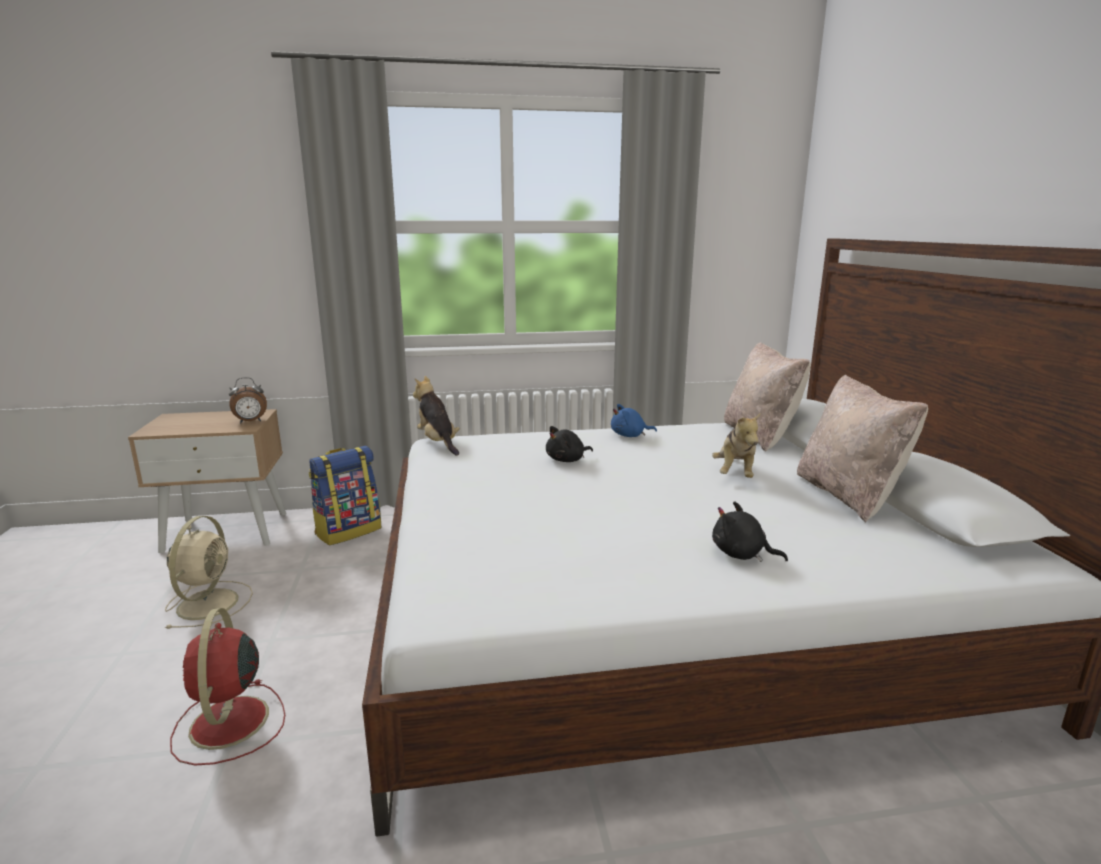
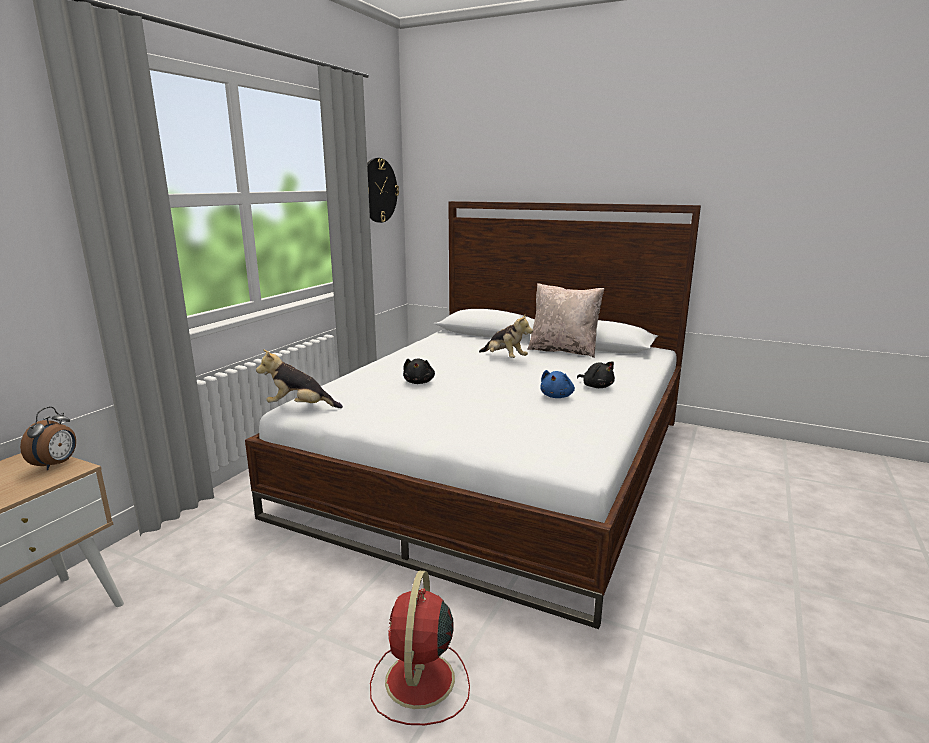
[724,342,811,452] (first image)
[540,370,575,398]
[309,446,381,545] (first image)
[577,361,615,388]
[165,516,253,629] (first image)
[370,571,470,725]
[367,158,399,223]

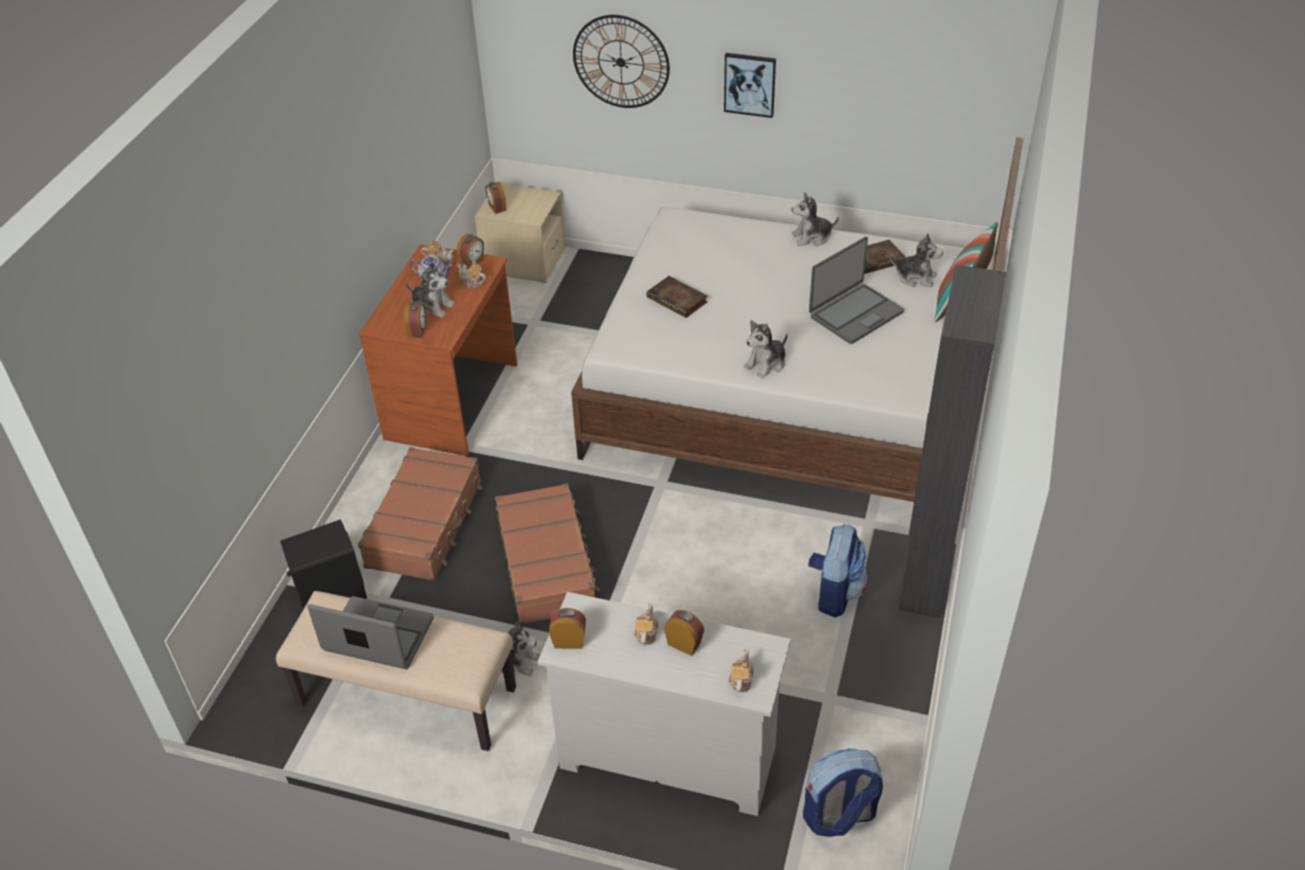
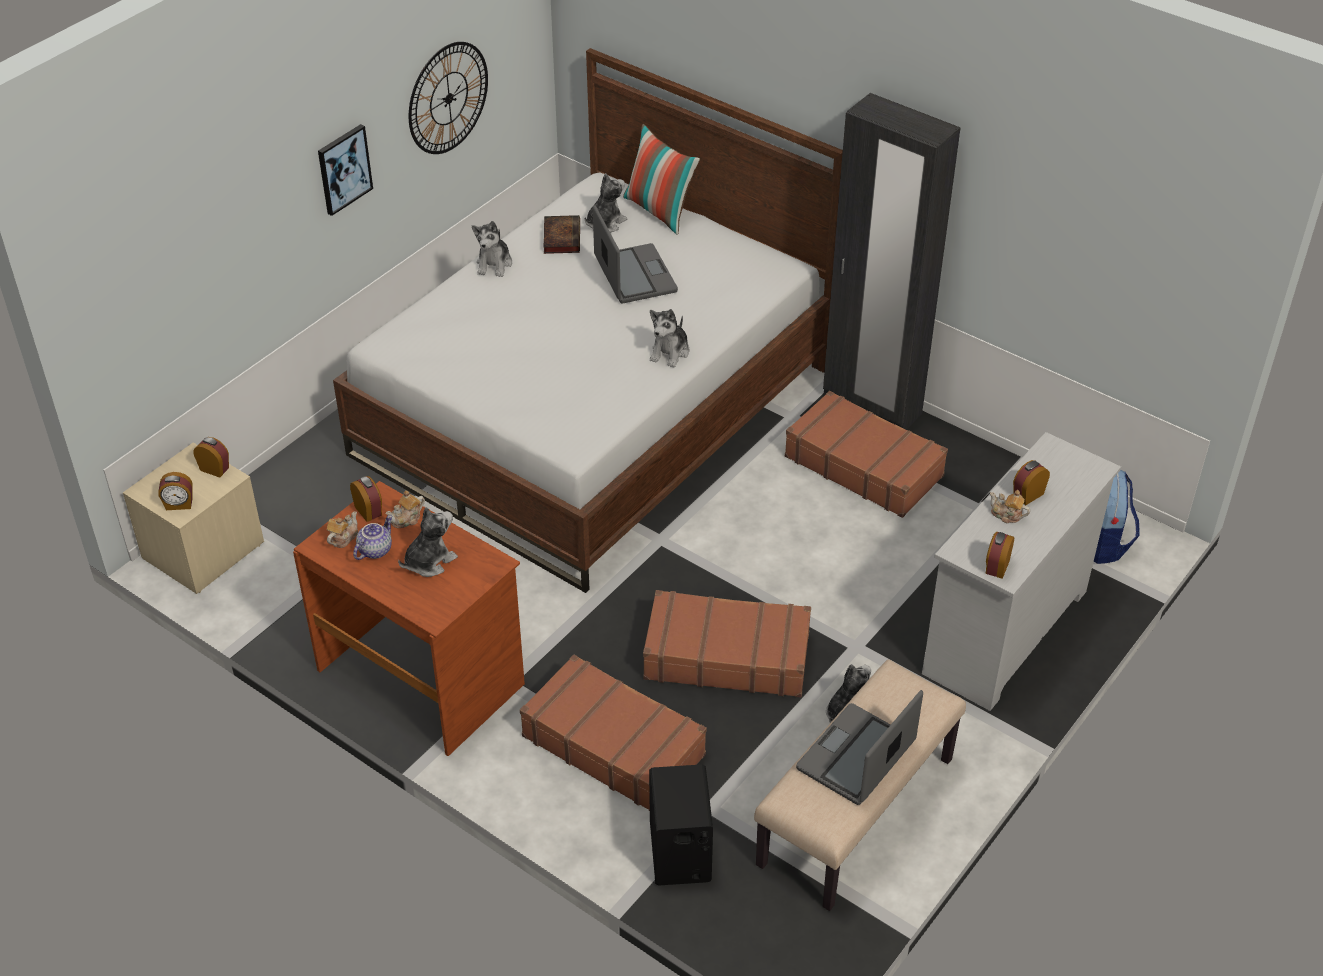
[409,42,488,154]
[647,276,708,318] (first image)
[193,437,229,478]
[650,309,689,368]
[785,391,948,518]
[728,649,754,692] (first image)

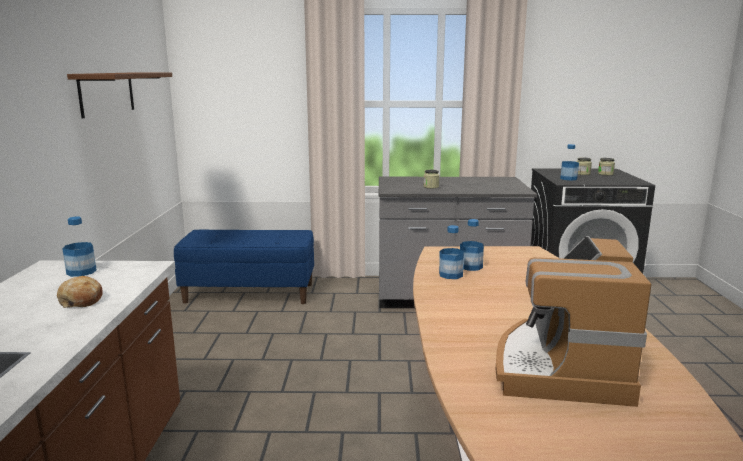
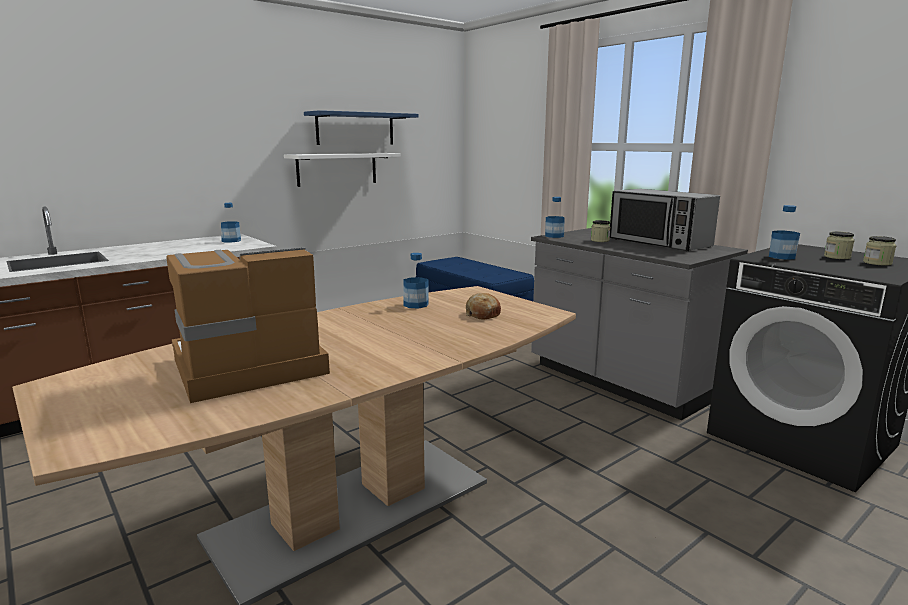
[304,110,419,145]
[545,197,565,238]
[466,293,501,319]
[284,153,401,187]
[610,189,720,251]

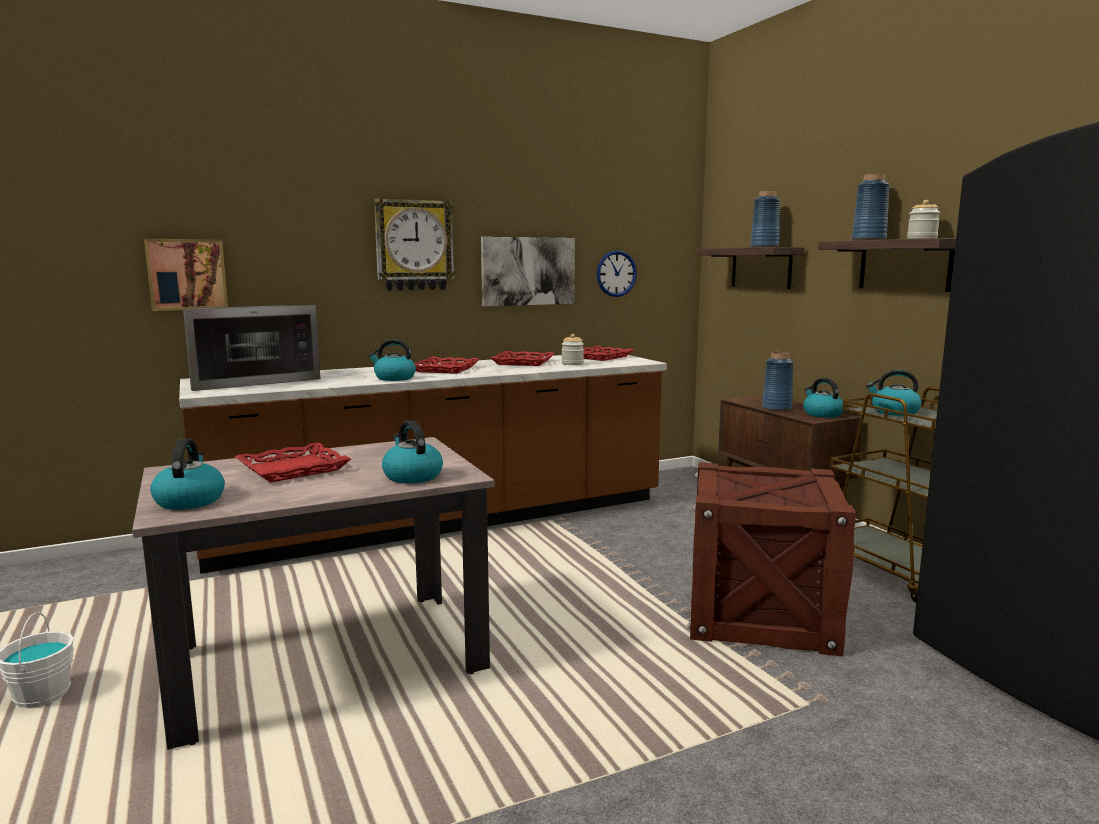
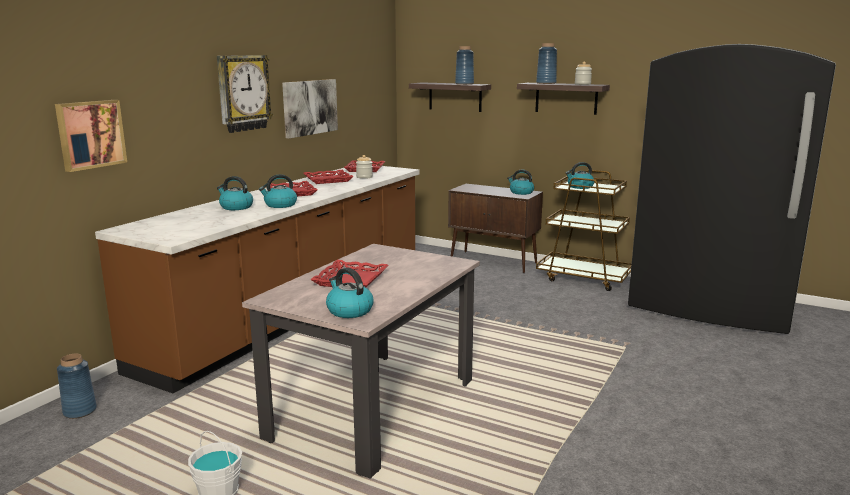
[596,250,637,297] (first image)
[183,305,320,391] (first image)
[57,354,97,419]
[217,176,253,210]
[687,462,856,656] (first image)

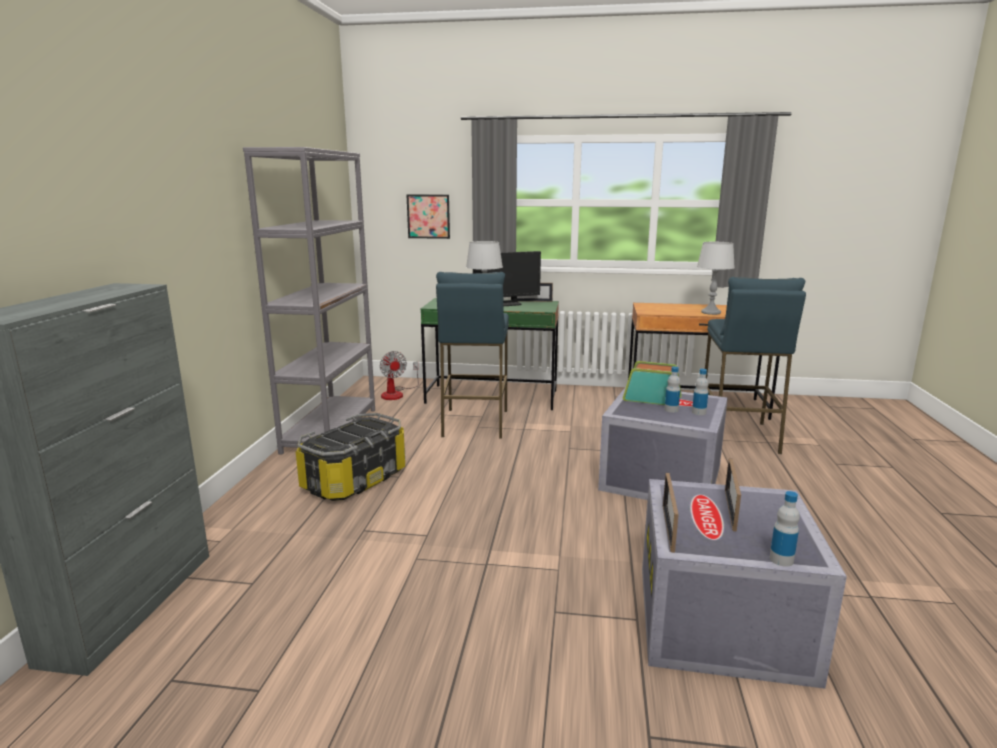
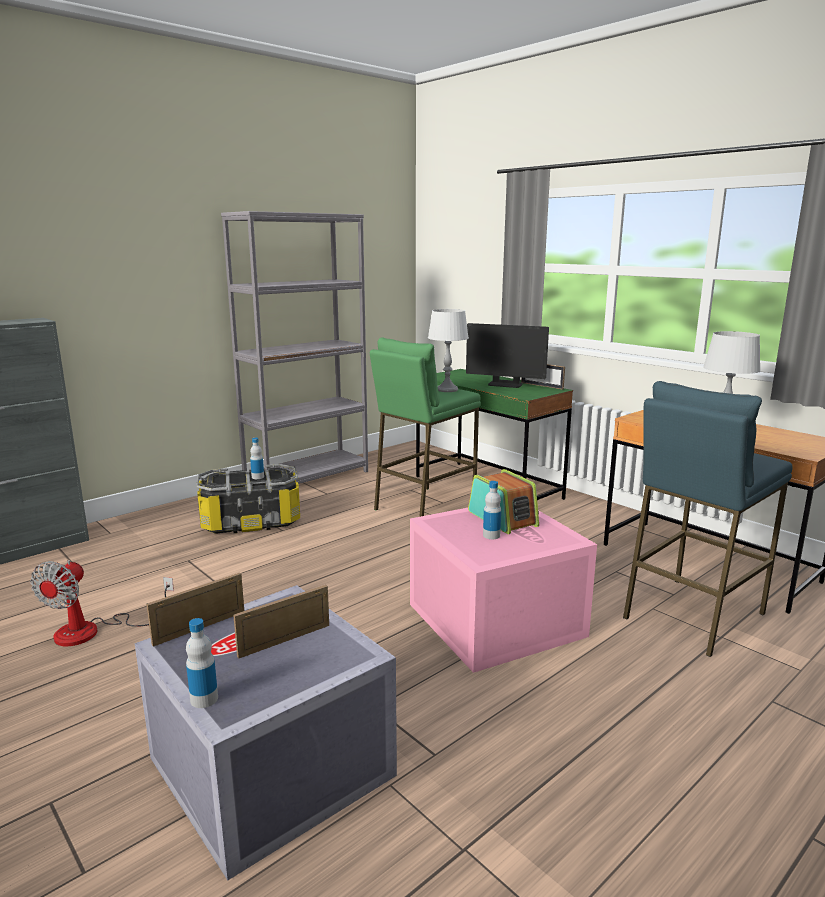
[407,195,450,239] (first image)
[370,337,481,517]
[30,560,174,646]
[250,438,264,479]
[410,508,597,673]

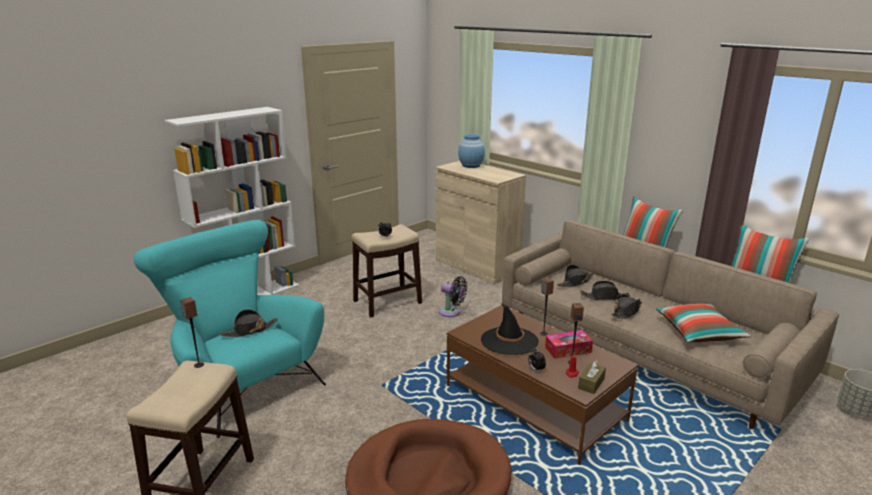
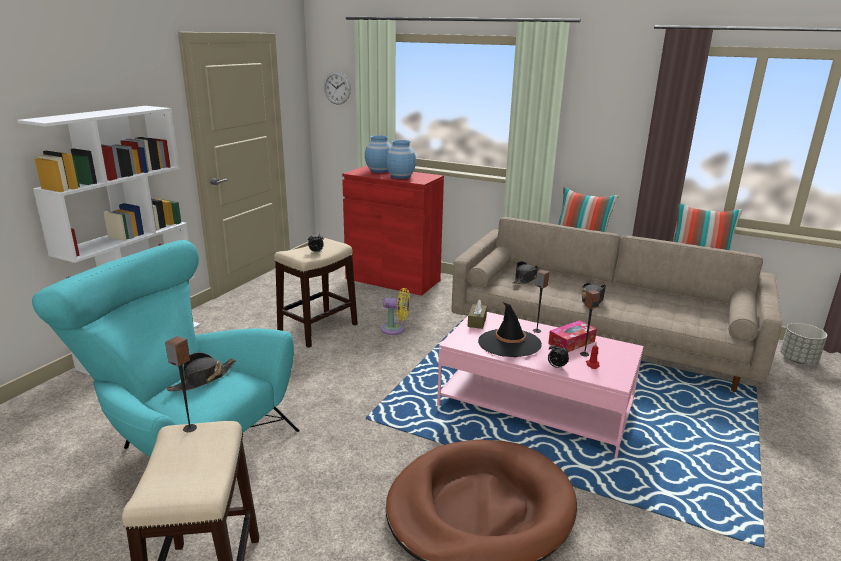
[342,166,444,296]
[381,288,410,335]
[580,281,630,300] (first image)
[656,304,751,342] (first image)
[437,312,644,458]
[468,300,487,329]
[324,71,351,105]
[386,140,416,179]

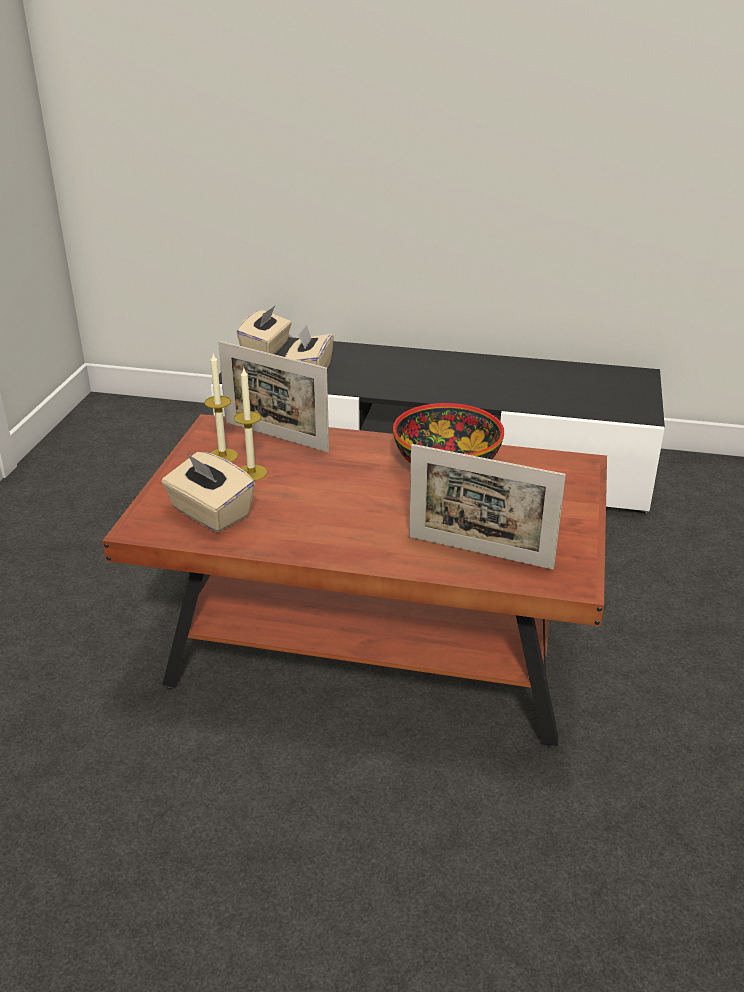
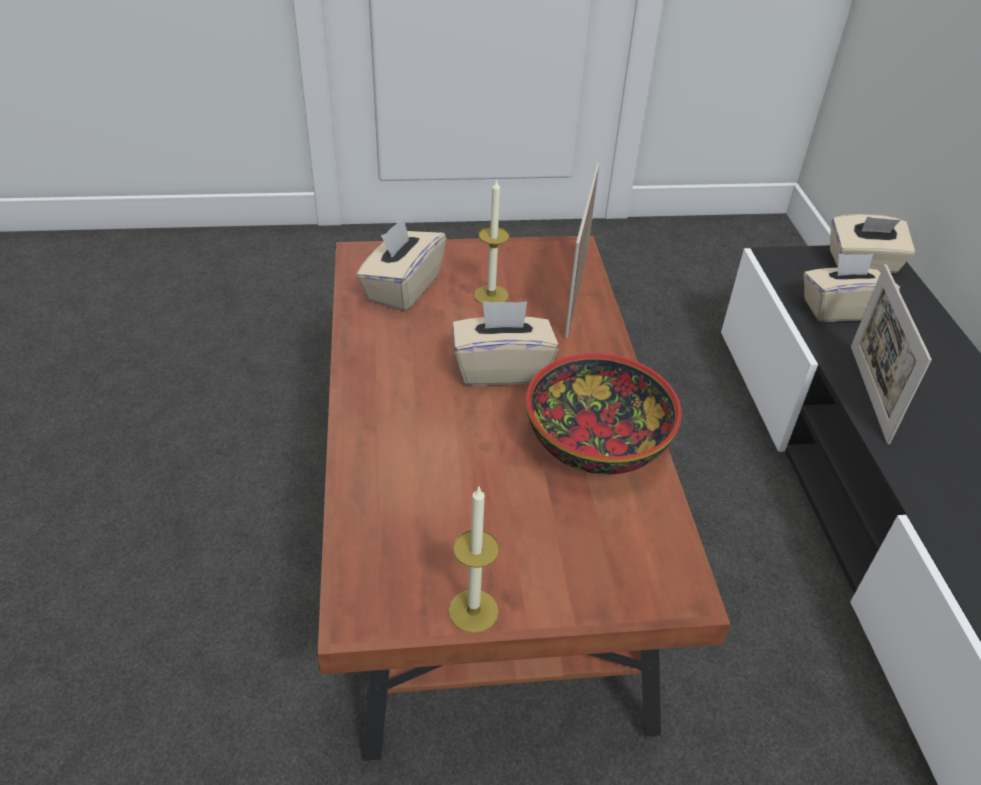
[448,487,500,633]
[851,264,932,444]
[452,301,559,386]

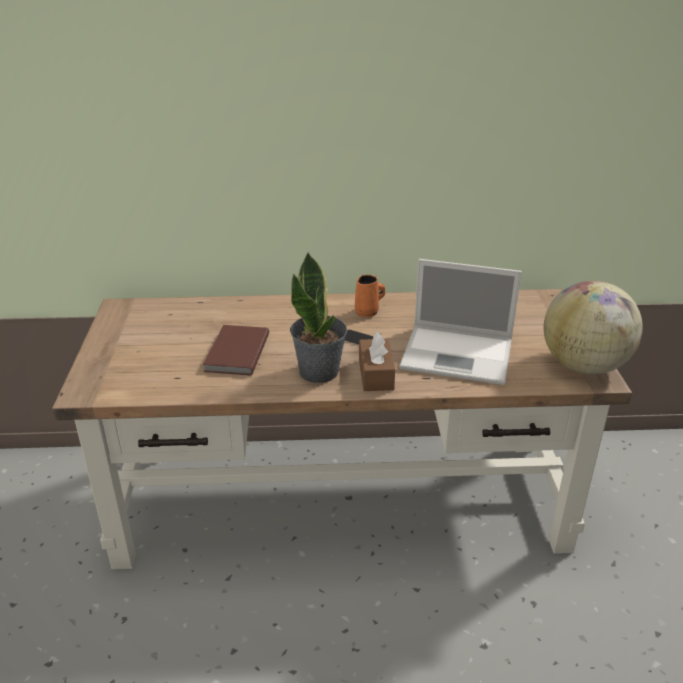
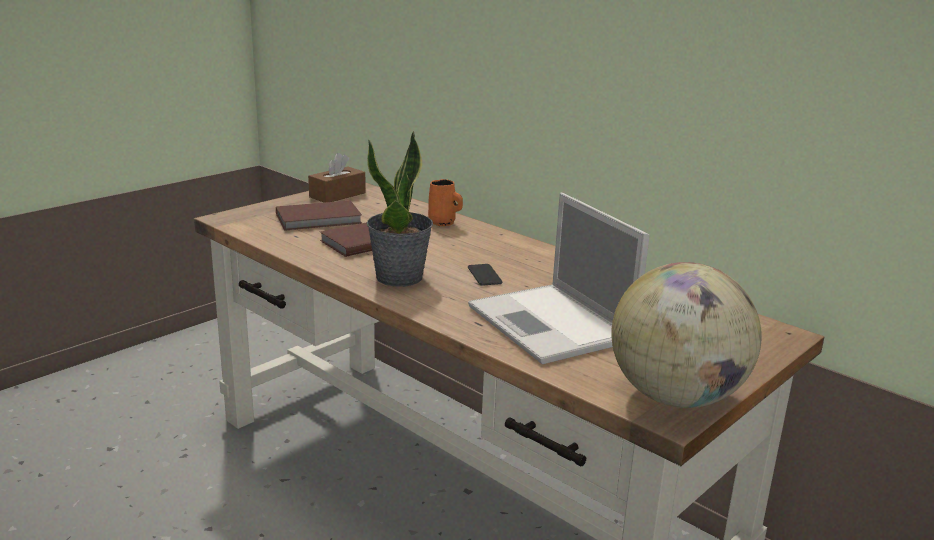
[428,179,463,226]
[308,153,366,203]
[276,200,362,231]

